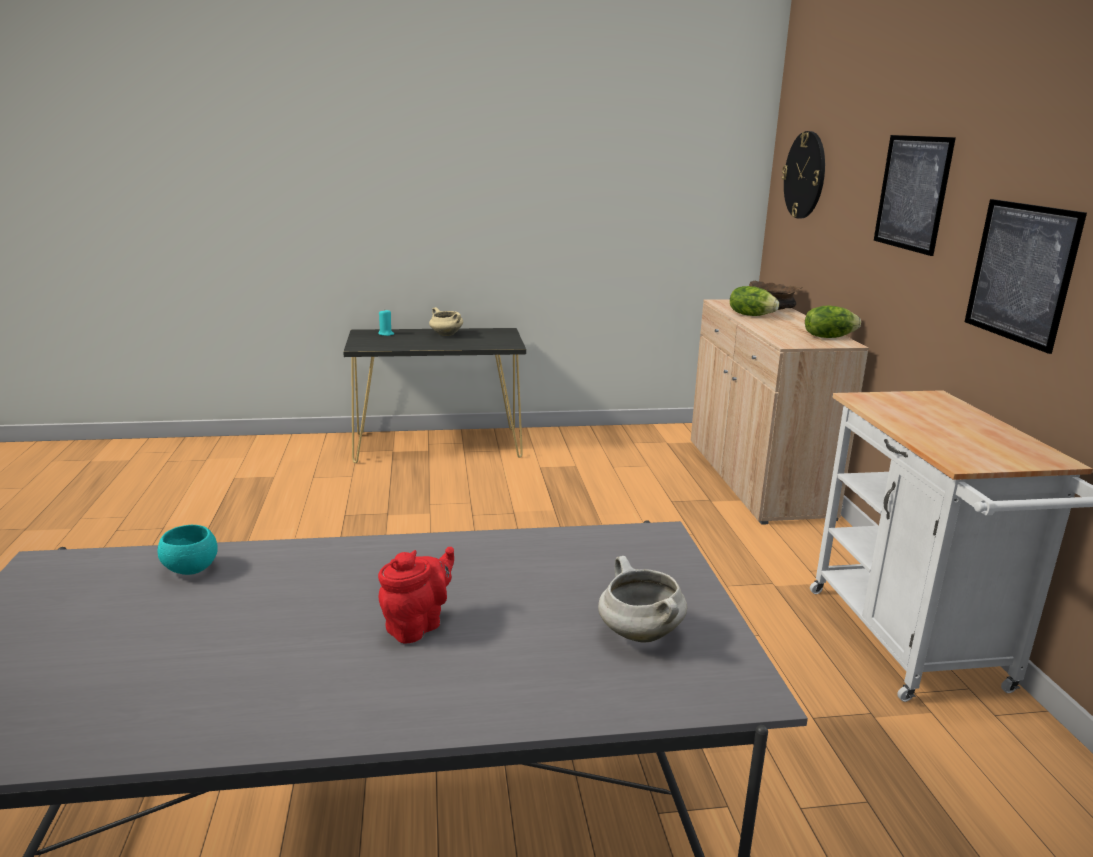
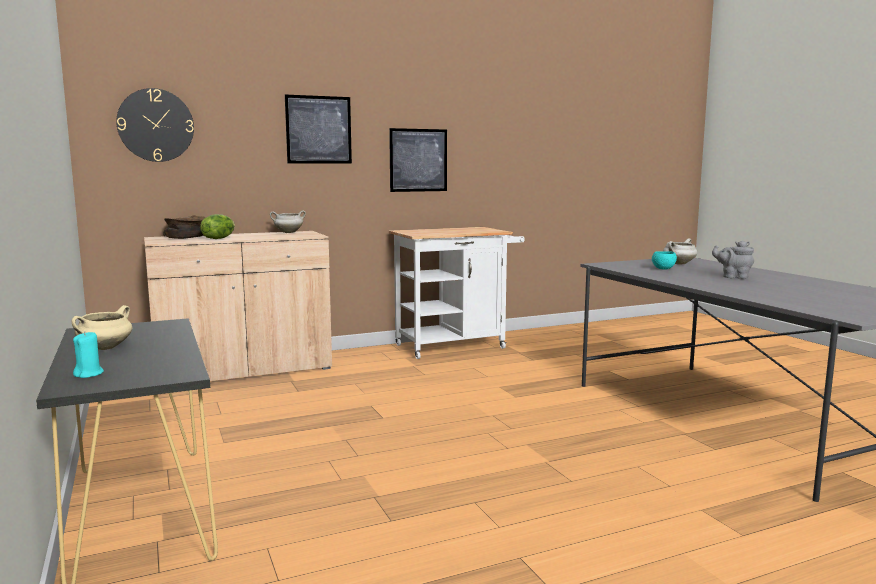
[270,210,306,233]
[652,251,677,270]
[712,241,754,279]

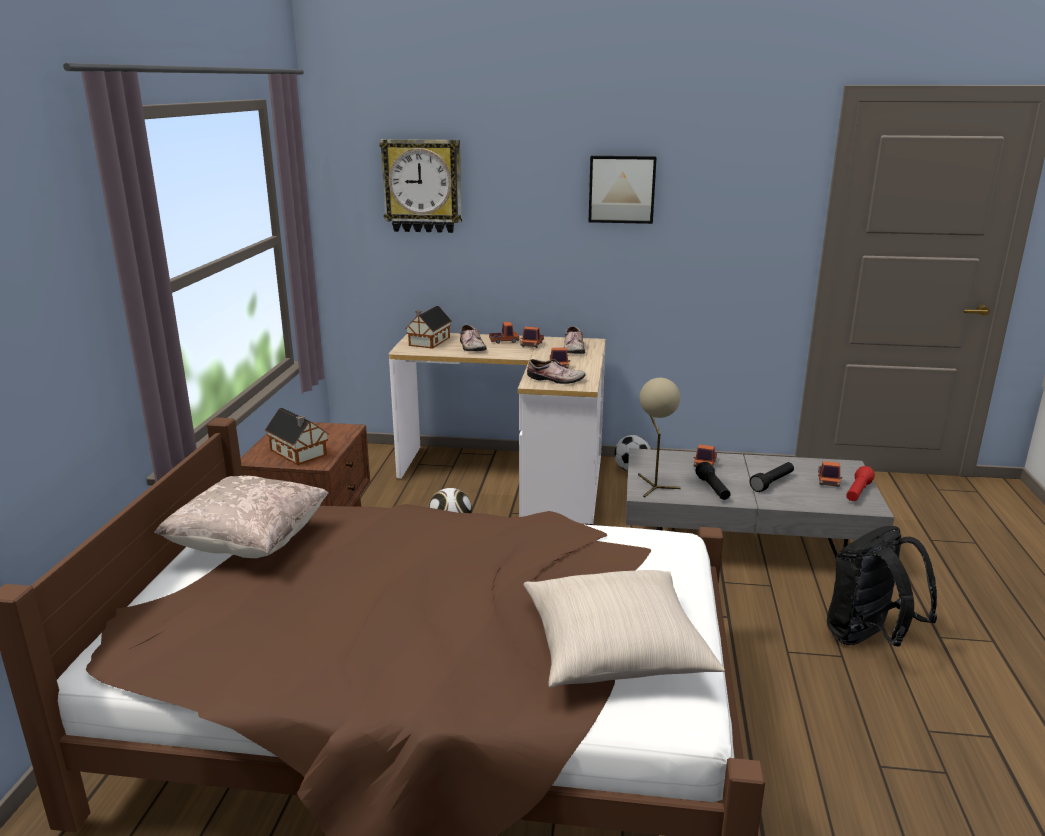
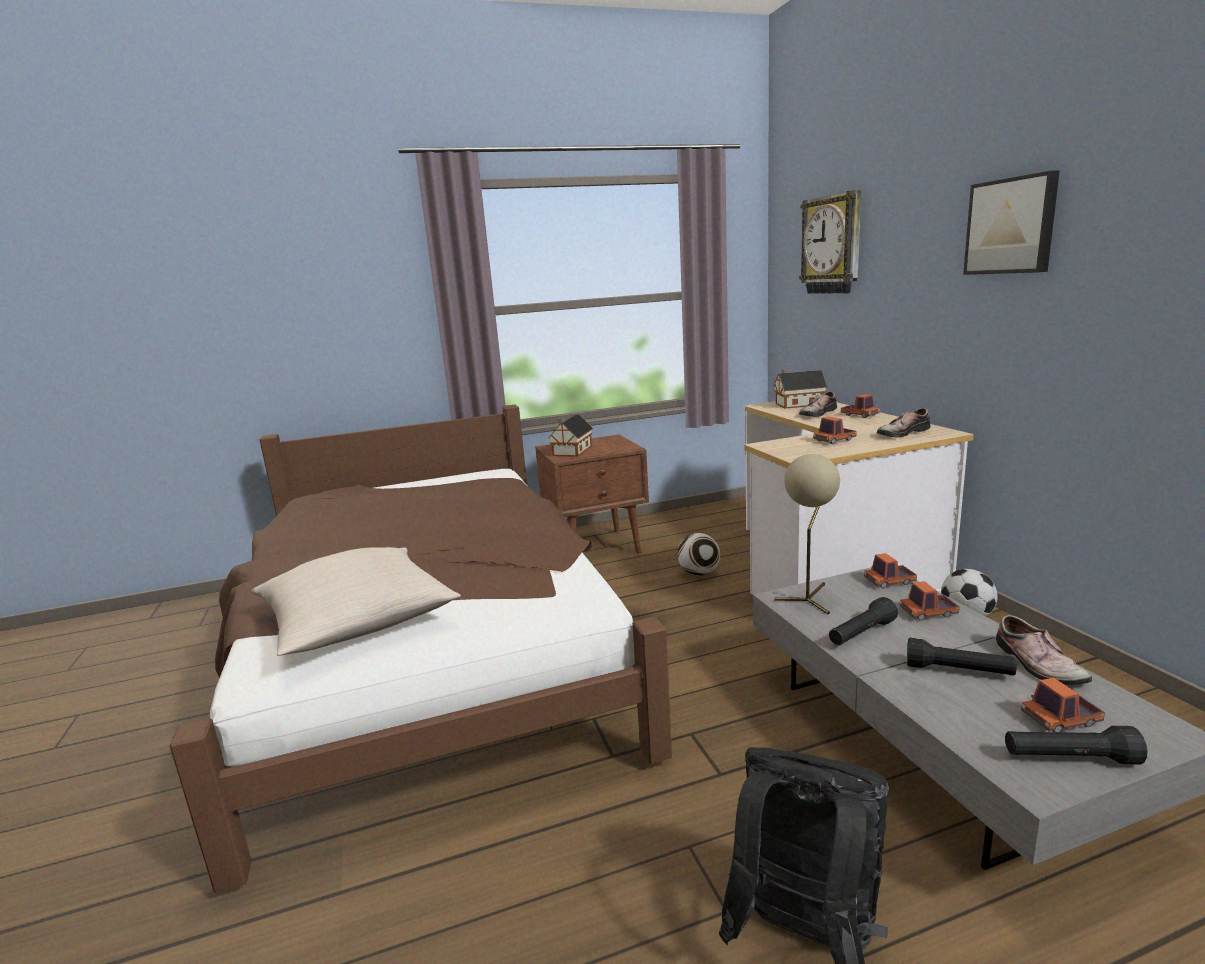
[864,553,917,588]
[996,615,1092,685]
[1005,726,1147,765]
[154,476,328,558] (first image)

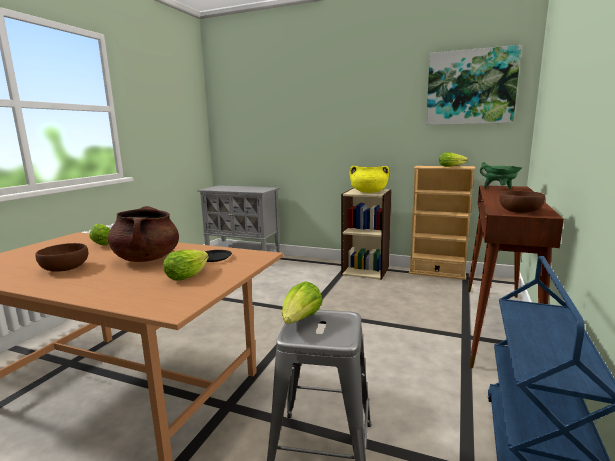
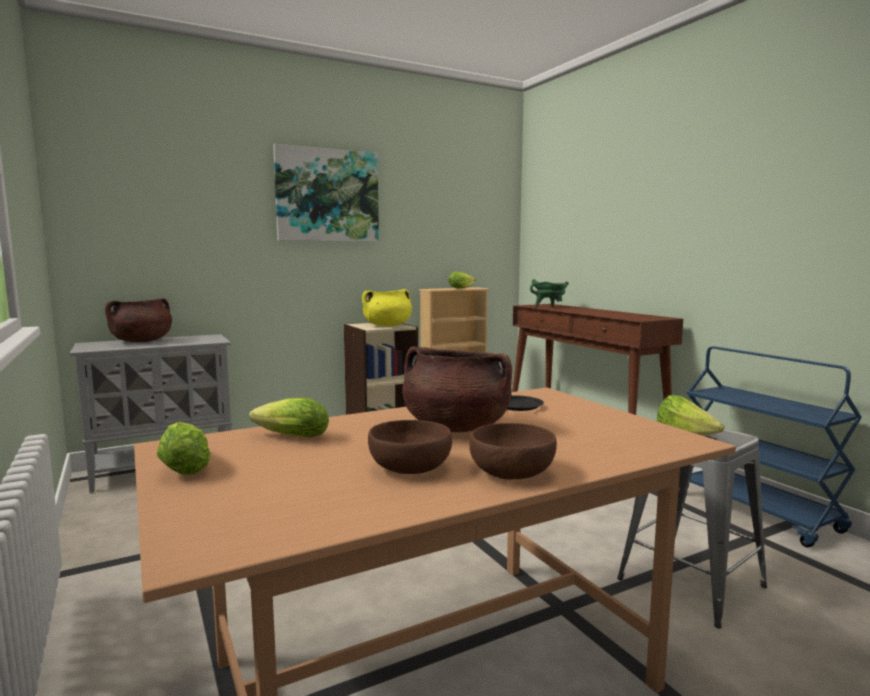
[273,144,379,242]
[469,423,557,480]
[157,422,211,475]
[105,298,172,342]

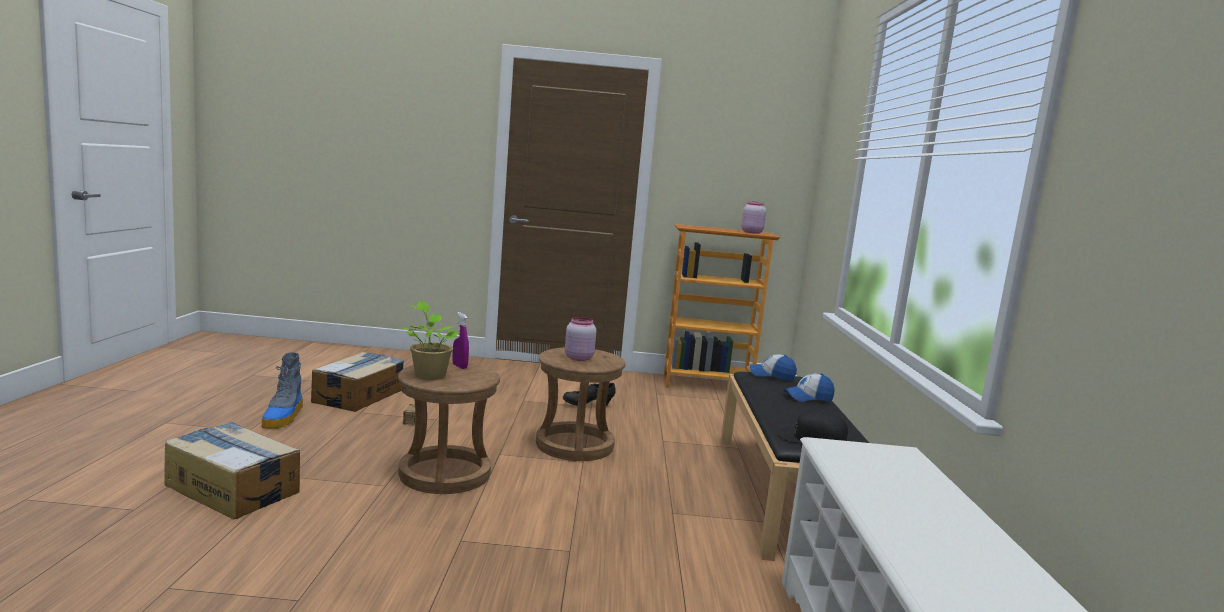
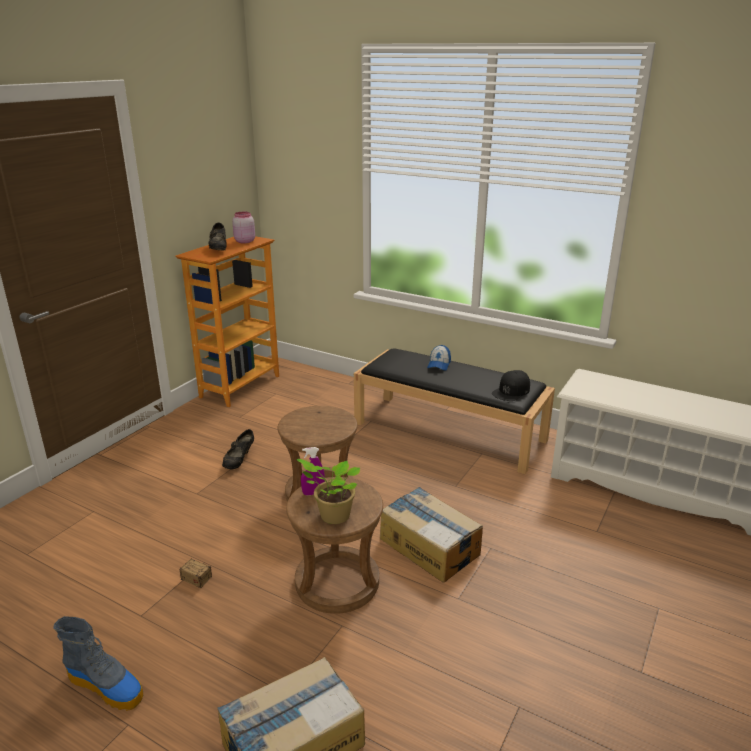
[565,317,596,361] (first image)
[380,487,483,582]
[750,354,797,381] (first image)
[209,223,227,250]

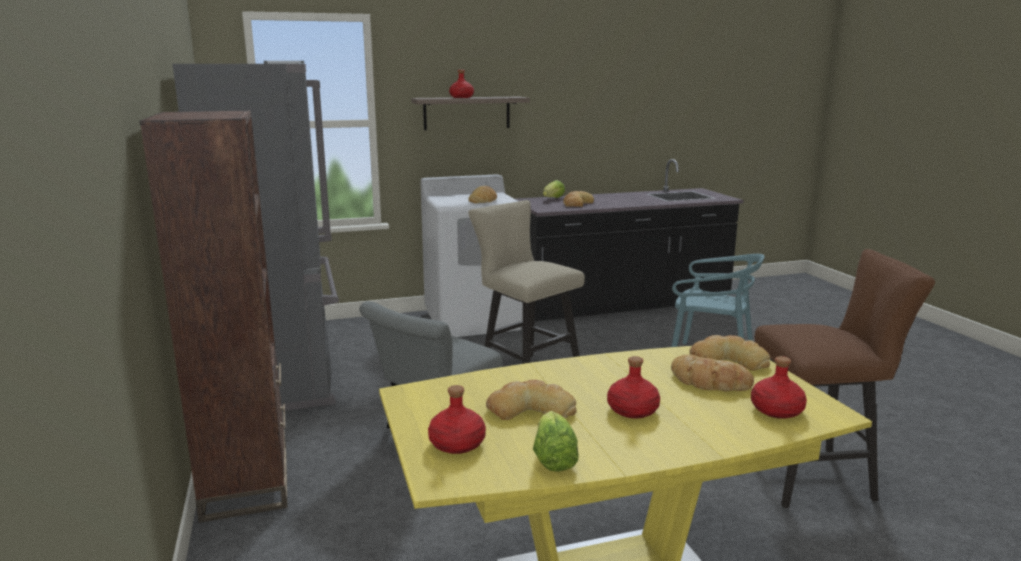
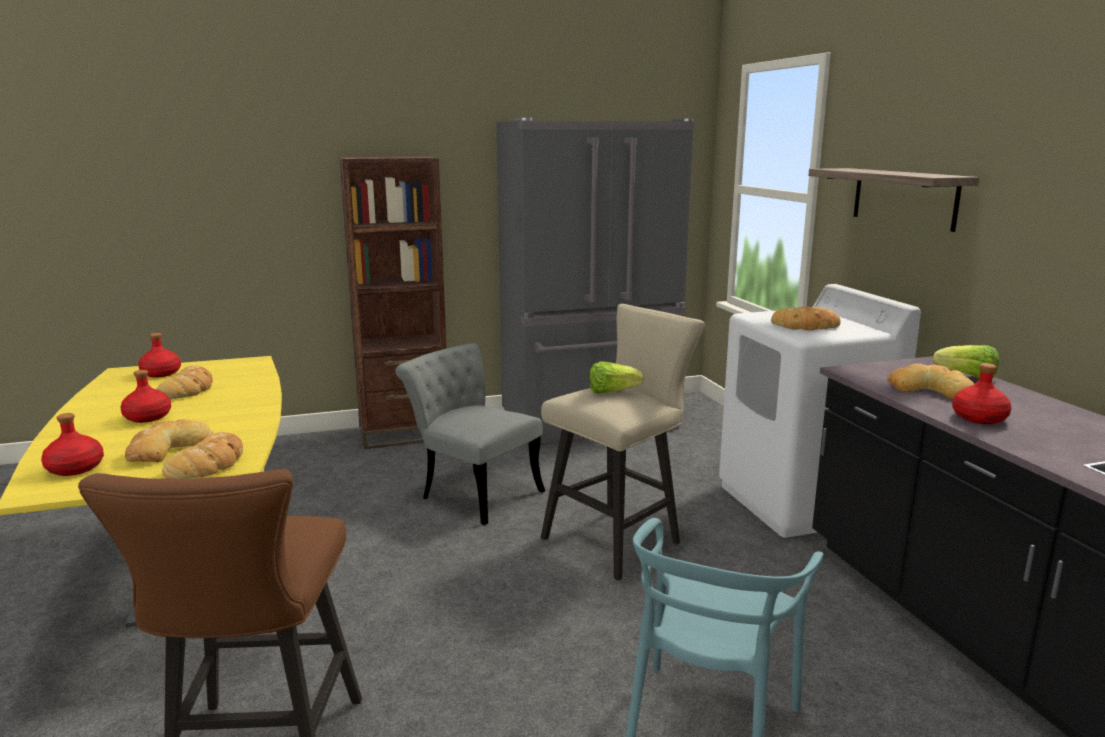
[952,363,1012,424]
[589,361,644,394]

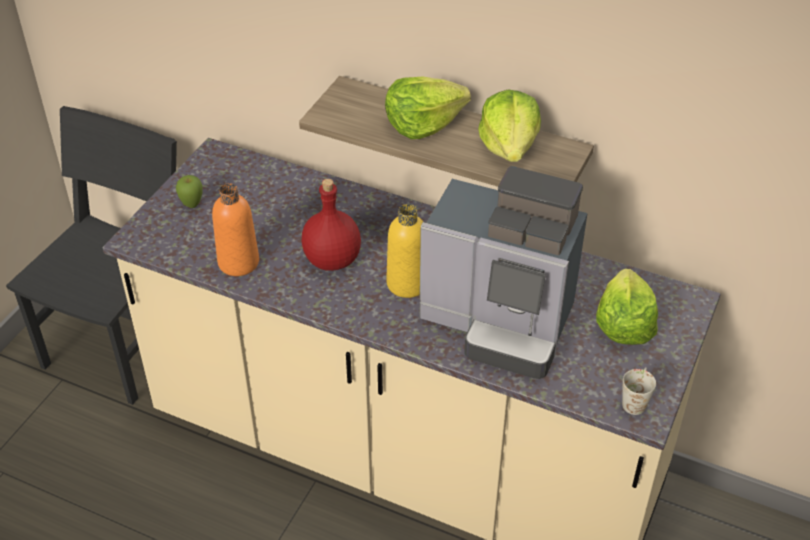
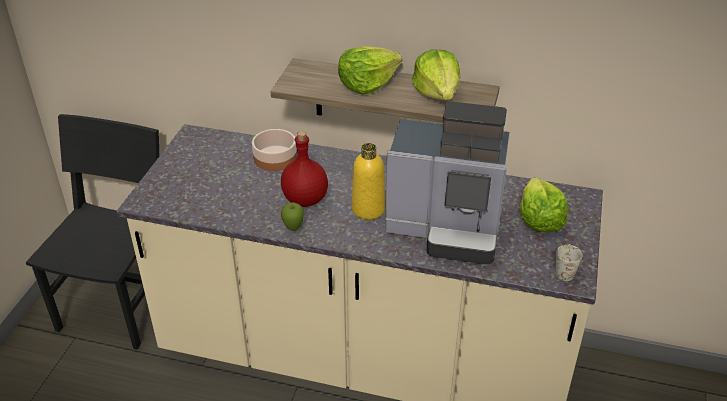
[281,202,304,231]
[212,183,259,276] (first image)
[252,129,297,171]

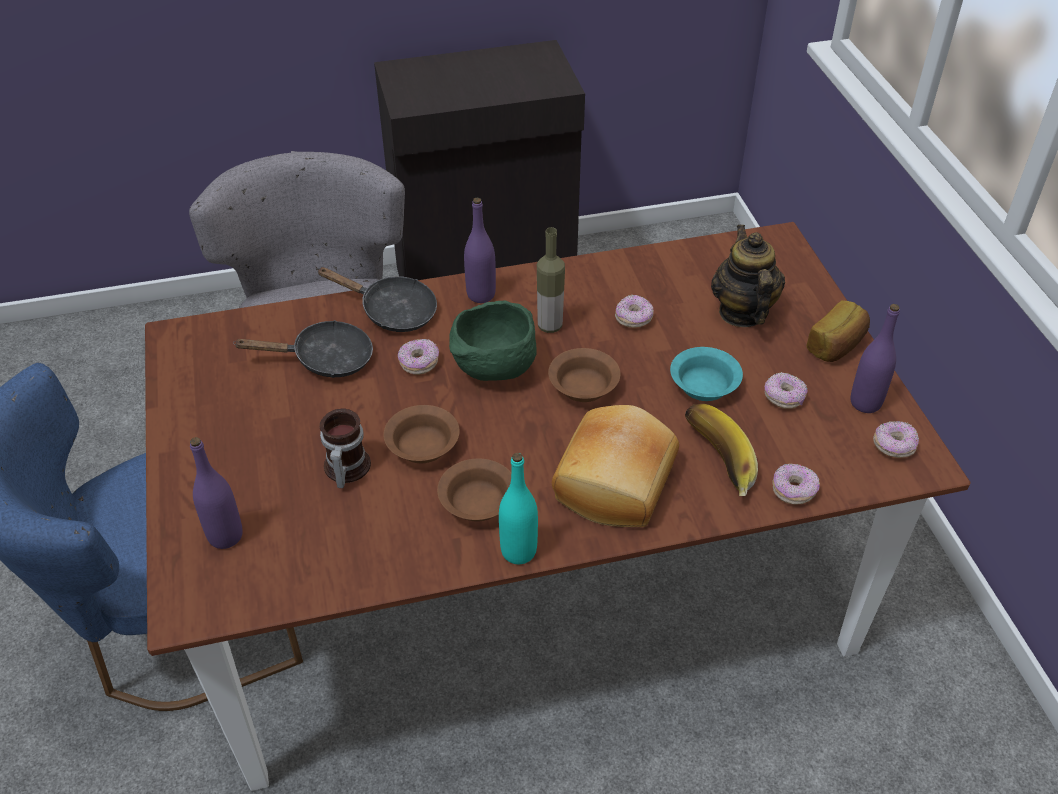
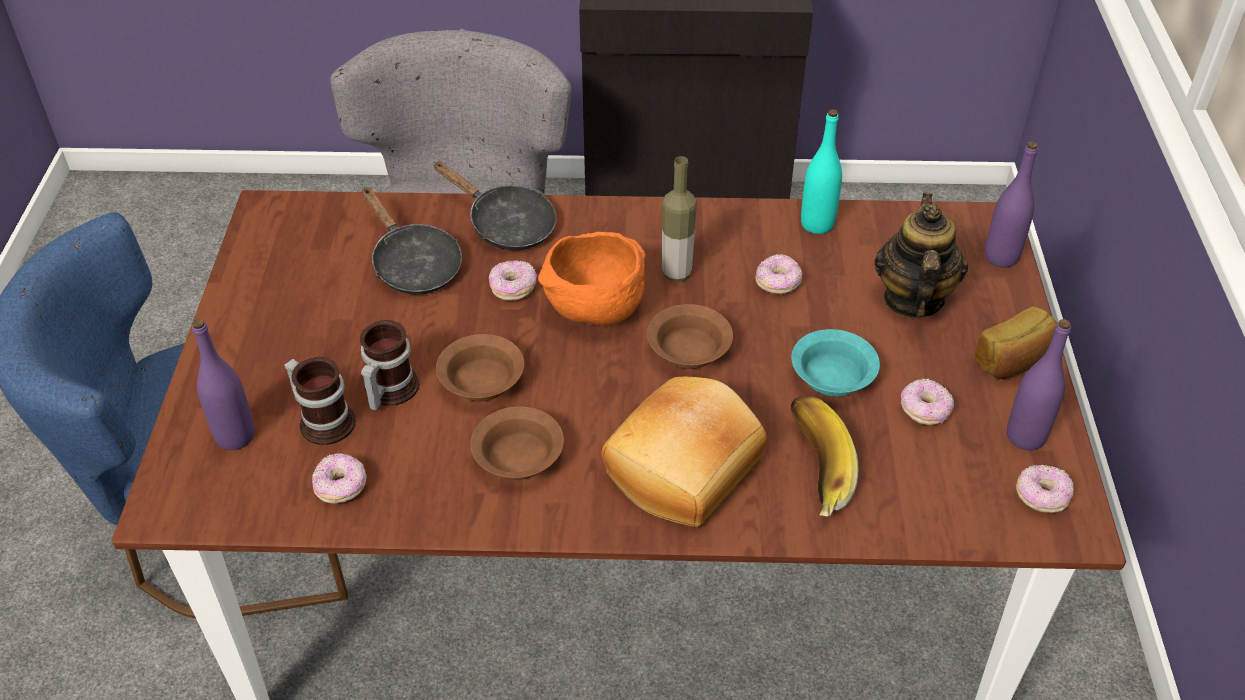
[985,142,1038,268]
[538,232,646,325]
[362,187,462,295]
[801,109,842,234]
[312,453,367,504]
[284,357,356,445]

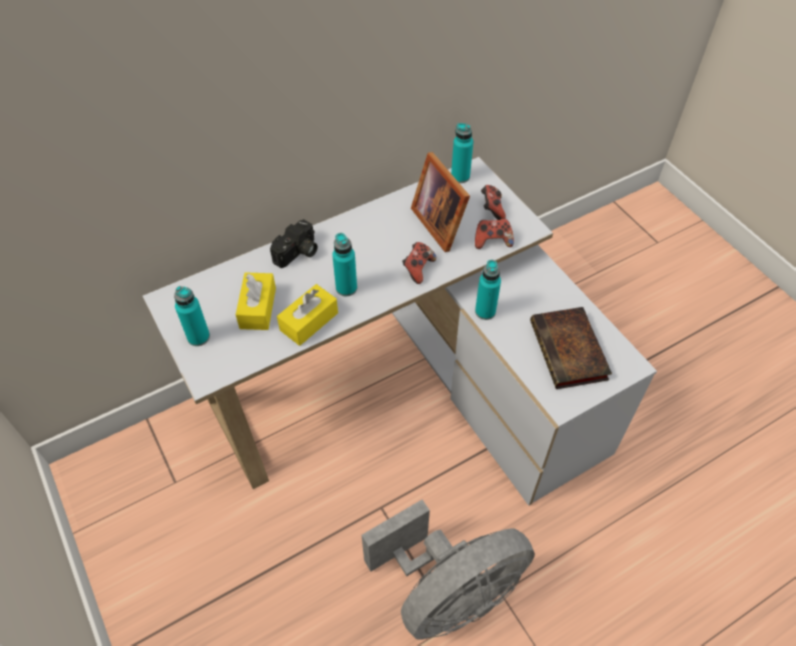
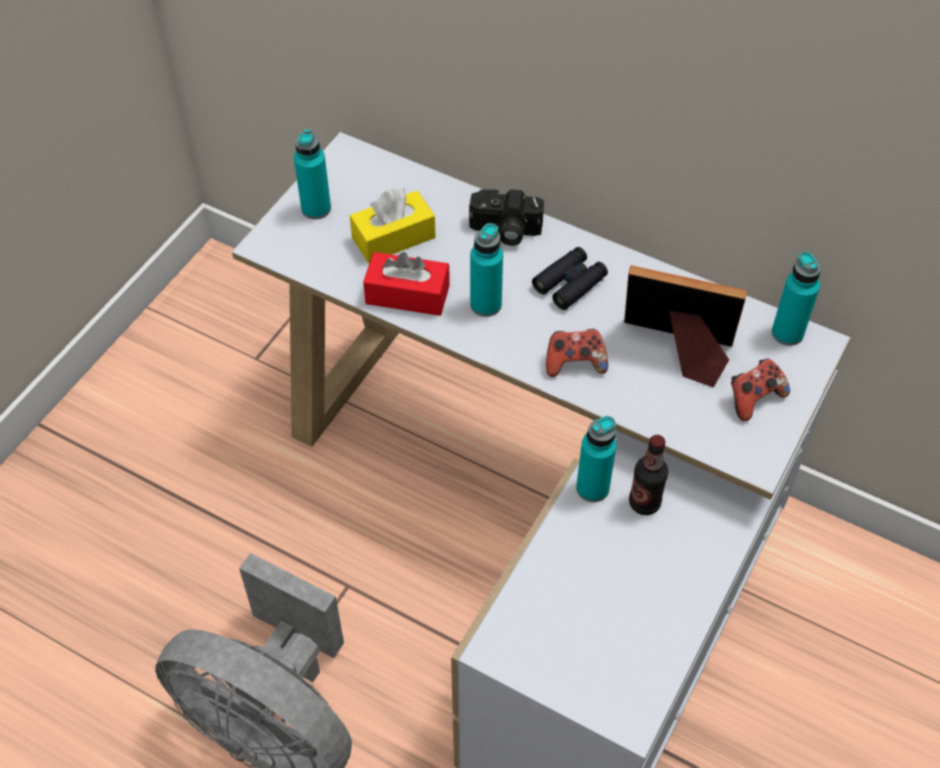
[624,265,747,388]
[475,219,514,249] (first image)
[363,252,450,316]
[530,307,612,389] (first image)
[532,247,608,310]
[629,435,668,515]

